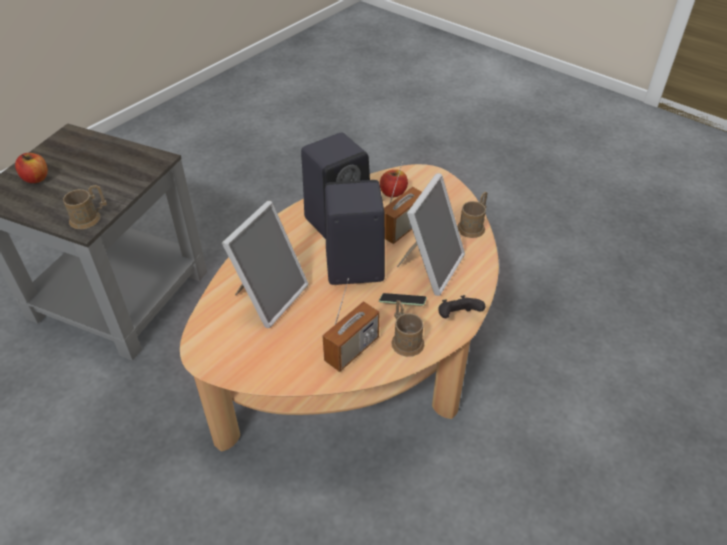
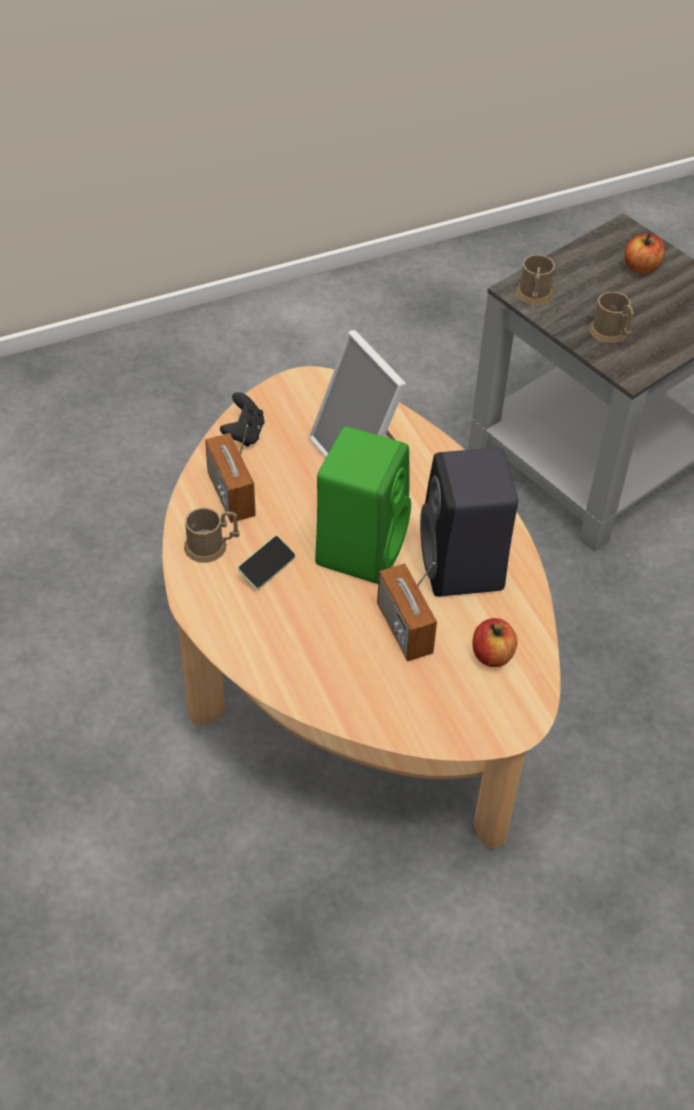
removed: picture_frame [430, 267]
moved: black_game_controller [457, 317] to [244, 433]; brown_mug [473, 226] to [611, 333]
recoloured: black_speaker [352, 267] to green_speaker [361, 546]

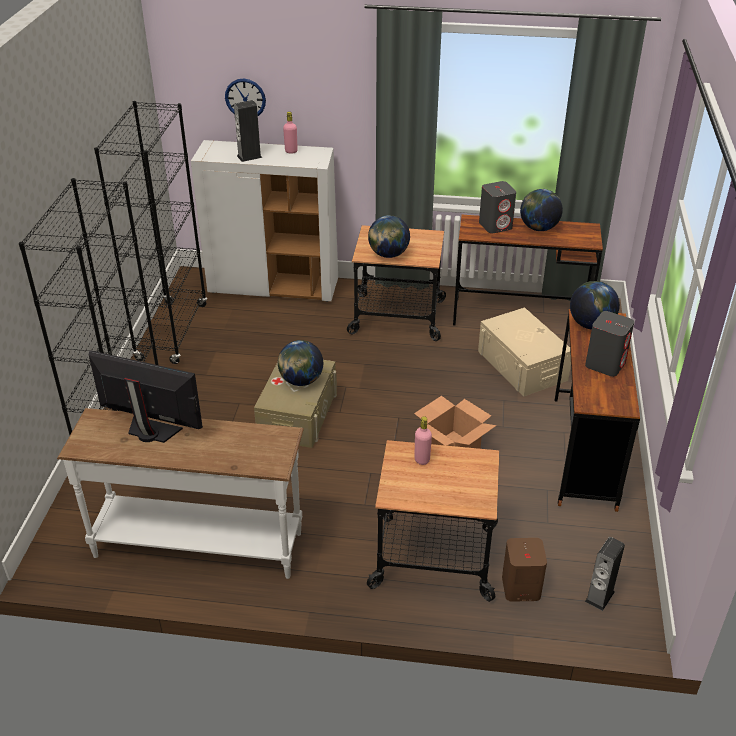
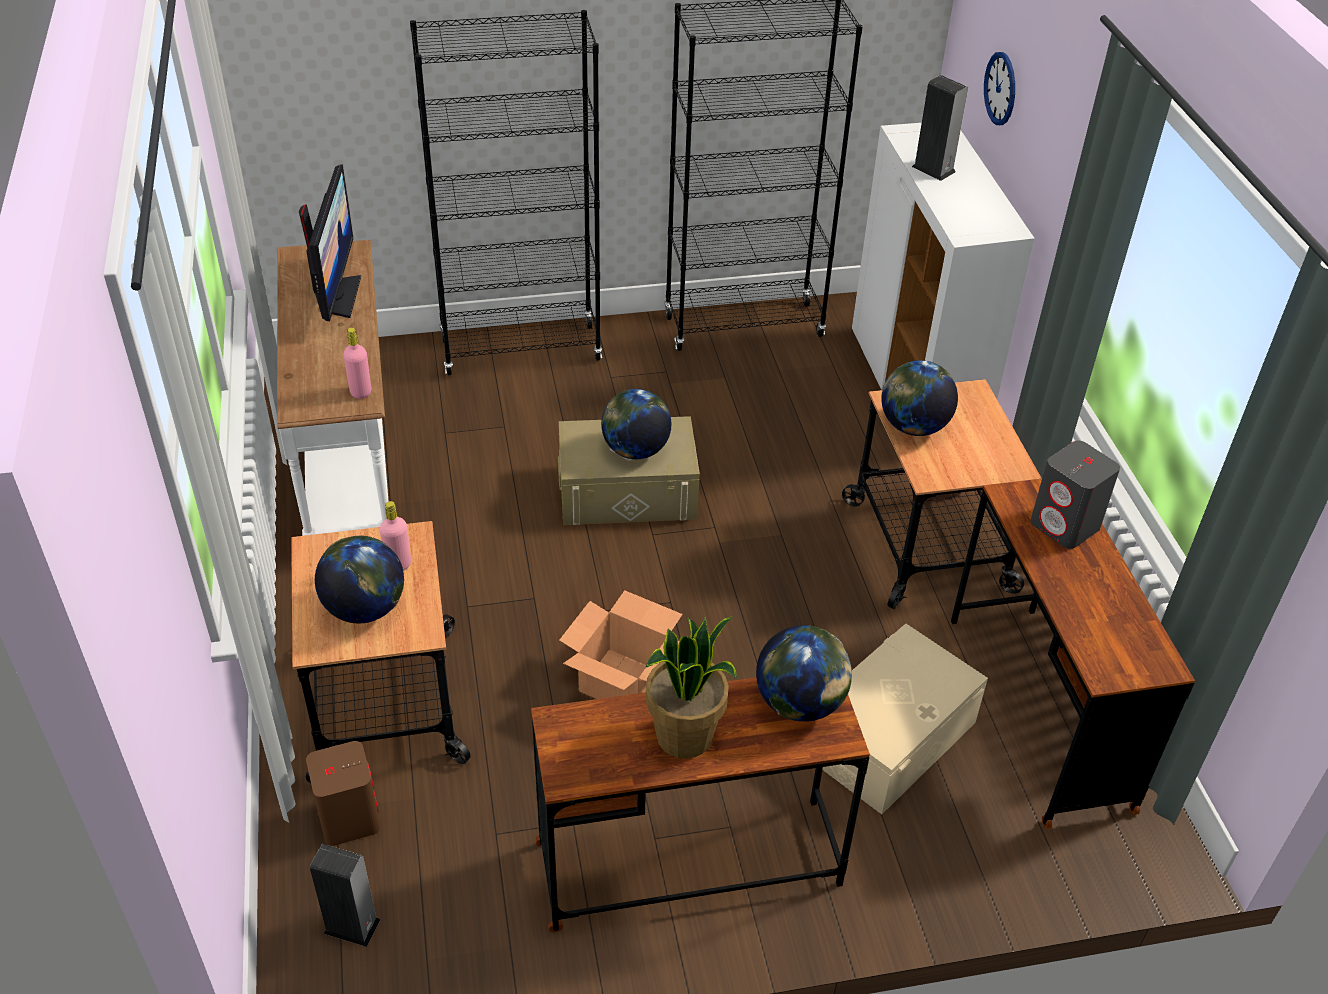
moved: pink_bottle [291, 151] to [361, 392]; globe [538, 228] to [365, 609]
replaced: grey_speaker [605, 364] to potted_plant [685, 737]

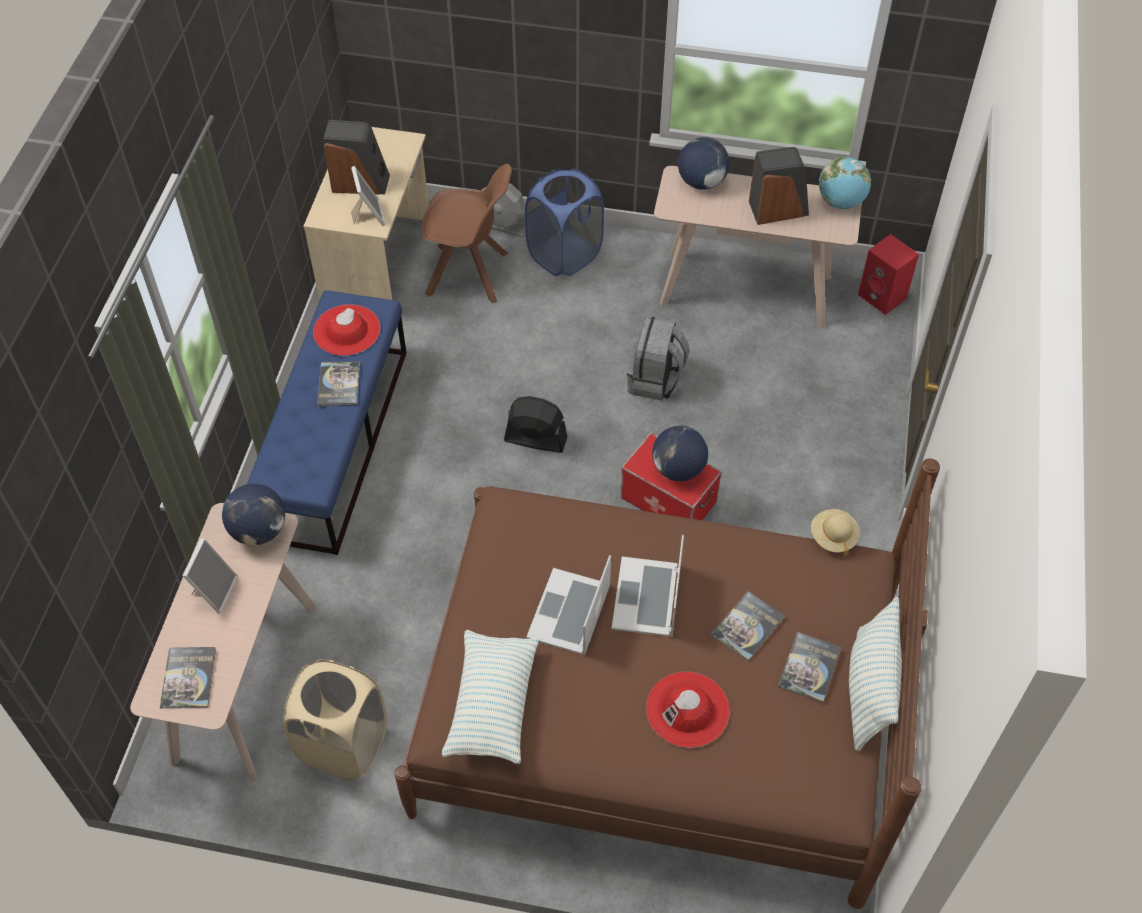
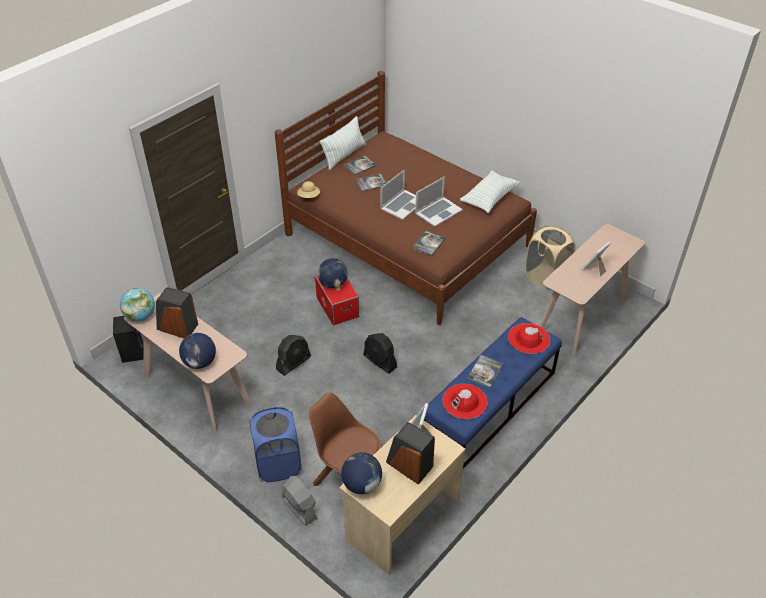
moved: book [188, 678] to [428, 243]; globe [259, 531] to [361, 484]; red_hat [687, 709] to [528, 338]
replaced: grey_backpack [655, 380] to black_fan [293, 363]
recoloured: red_speaker [883, 297] to black_speaker [132, 352]

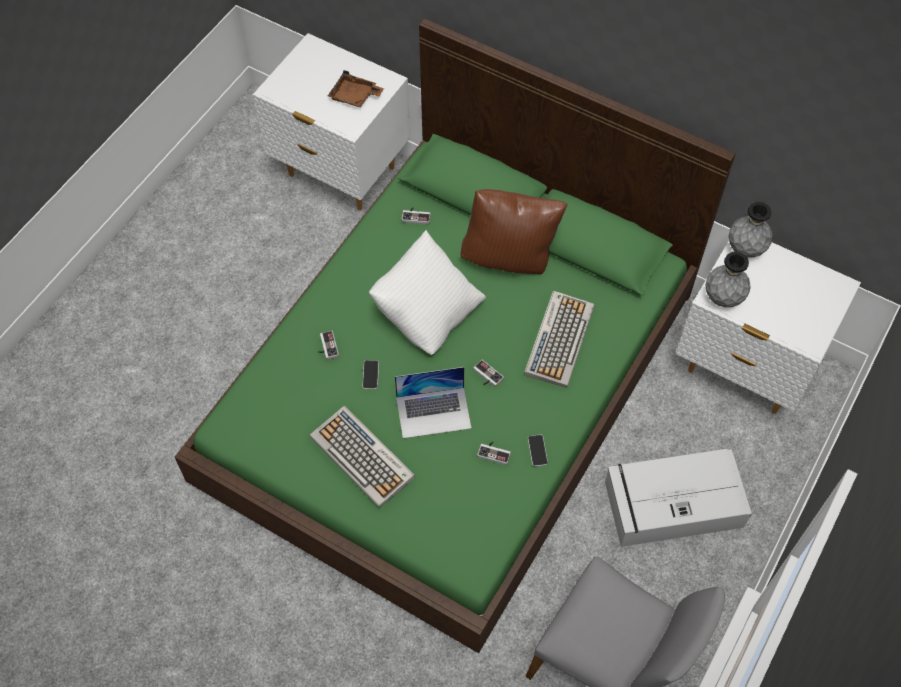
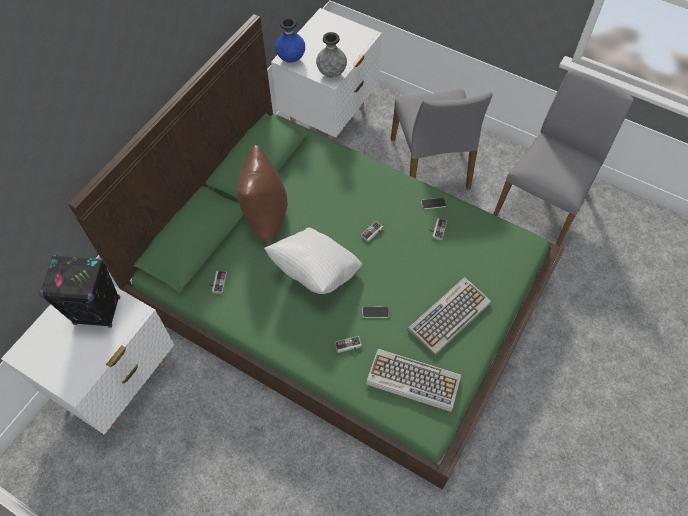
removed: laptop [434, 412]
moved: keyboard [559, 339] to [412, 380]
replaced: brown_tray [354, 96] to black_speaker [98, 311]; grey_storage_box [671, 505] to grey_chair [431, 164]
recoloured: grey_vase [745, 249] to blue_vase [291, 59]

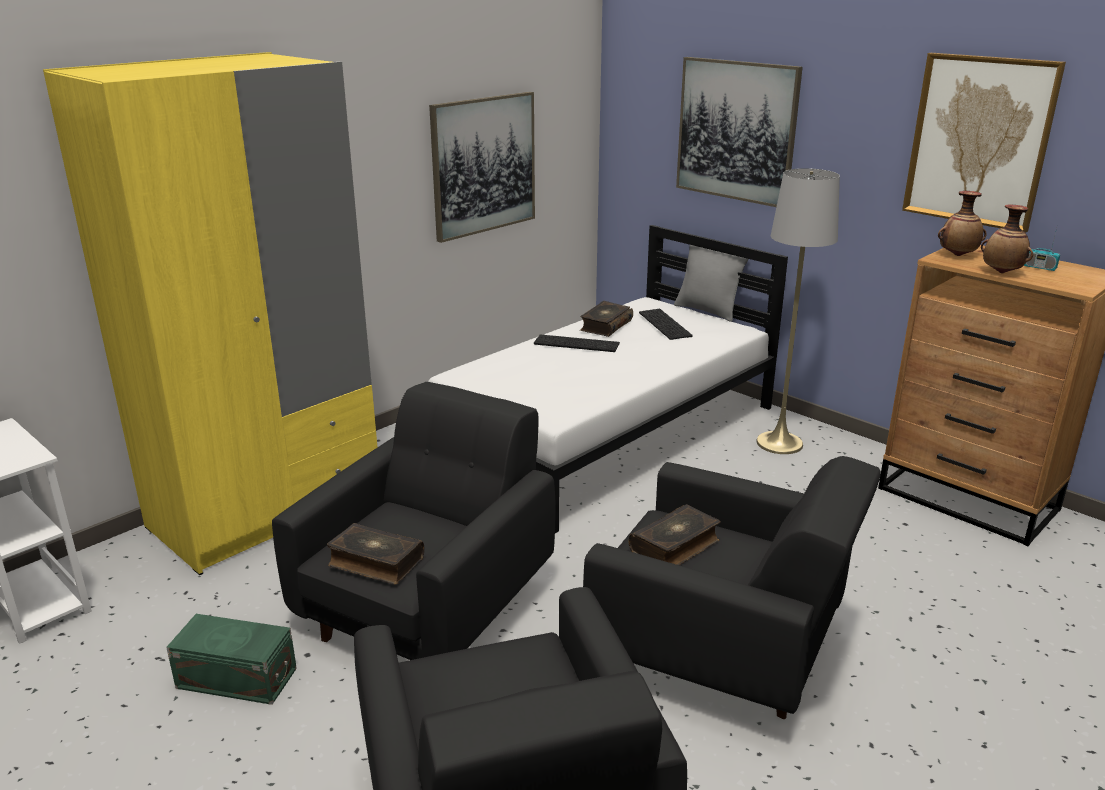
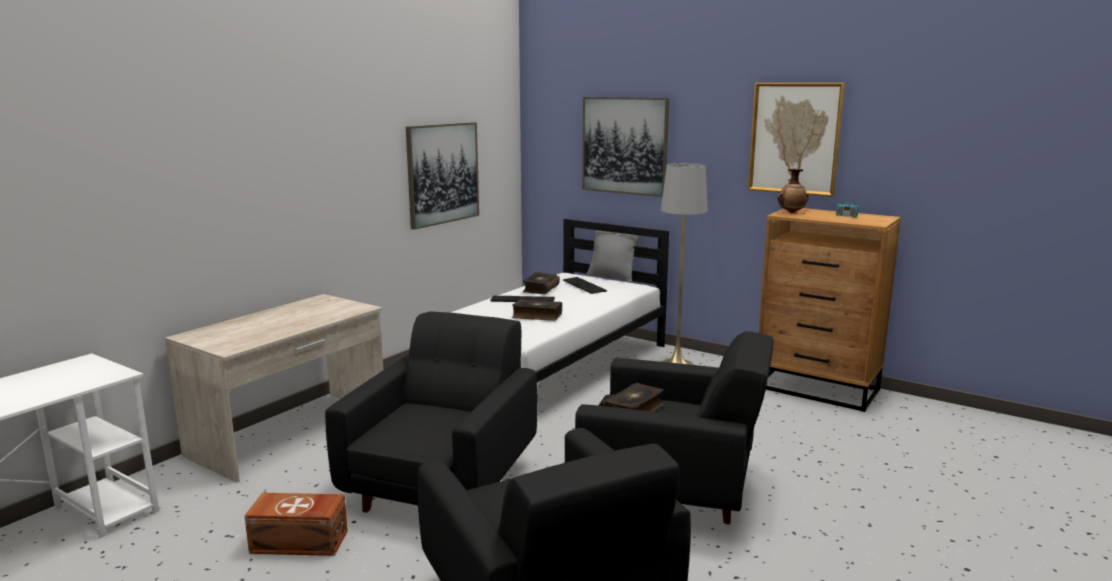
removed: vase [1002, 272]
moved: book [375, 562] to [537, 316]
replaced: yellow_wardrobe [267, 509] to beige_desk [291, 433]
recoloured: green_storage_box [237, 679] to brown_storage_box [300, 542]

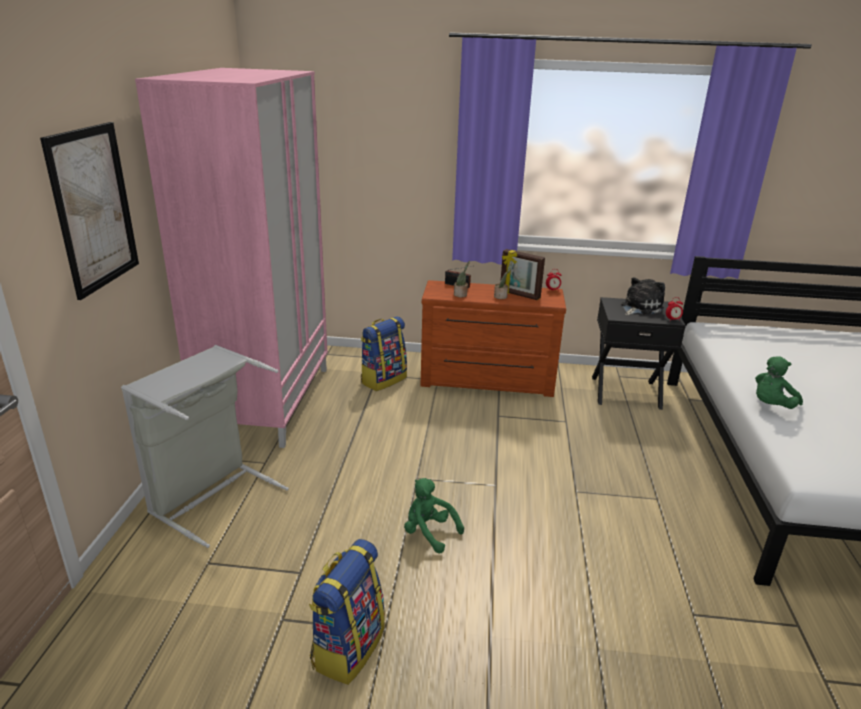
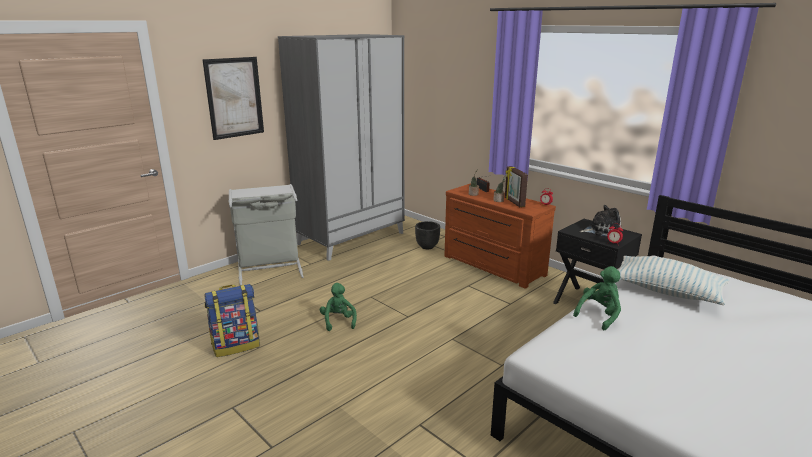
added: pillow [666, 291]
replaced: backpack [383, 380] to black_planter [427, 246]
recoloured: pink_wardrobe [267, 401] to grey_wardrobe [351, 238]
turned: green_plush_toy [771, 406] = [599, 315] 135 degrees clockwise

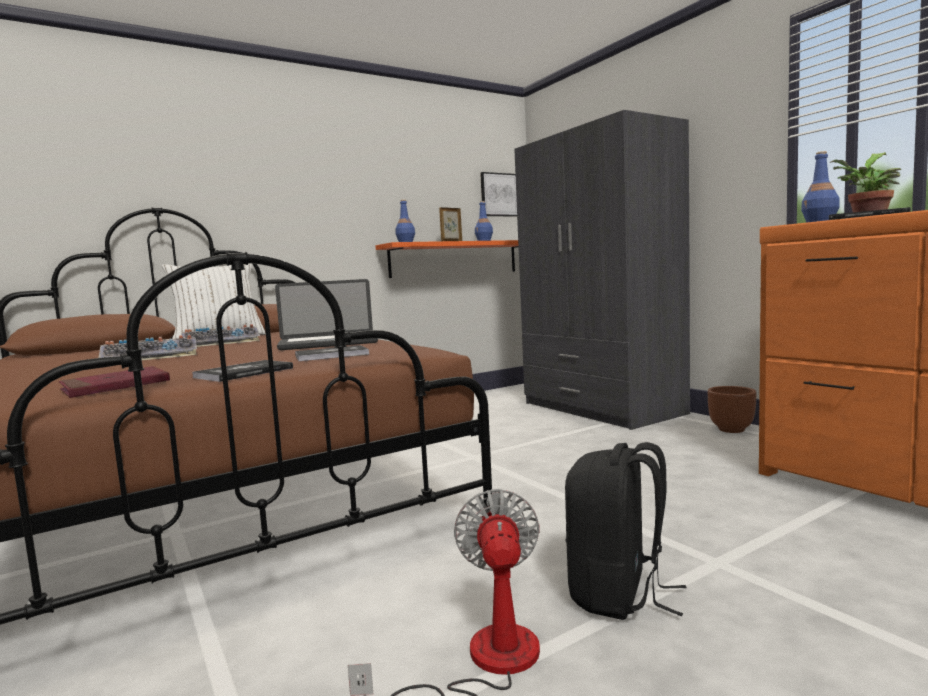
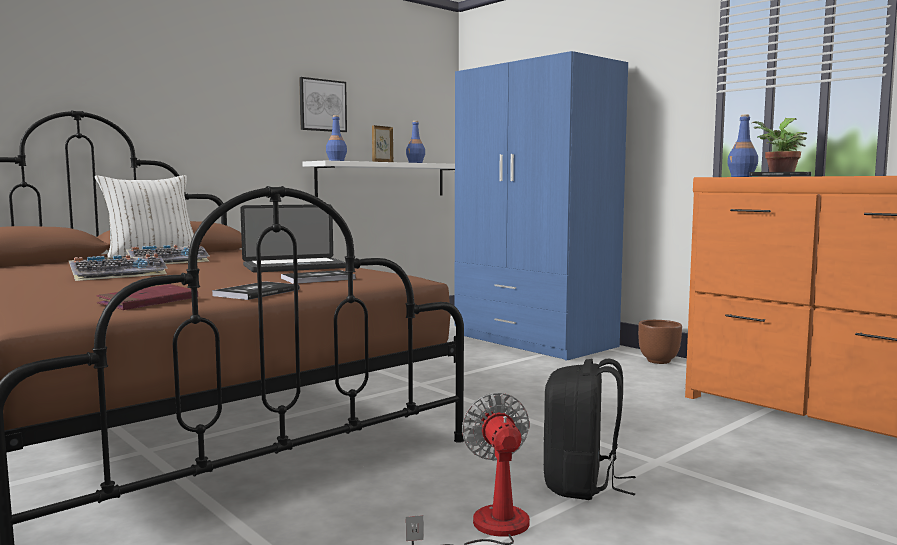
moved: picture [499, 195] to [322, 105]
recoloured: orange_shelf [455, 259] to white_shelf [382, 179]; grey_wardrobe [601, 408] to blue_wardrobe [533, 341]

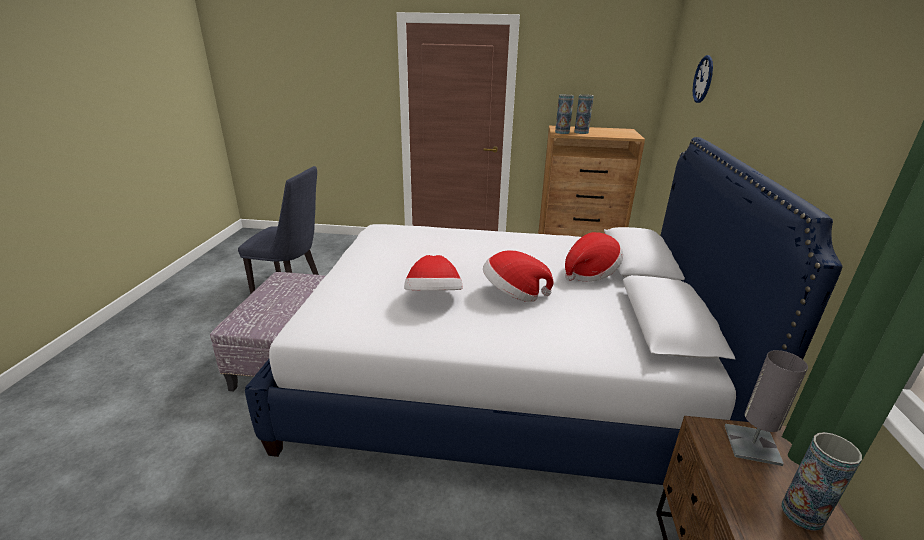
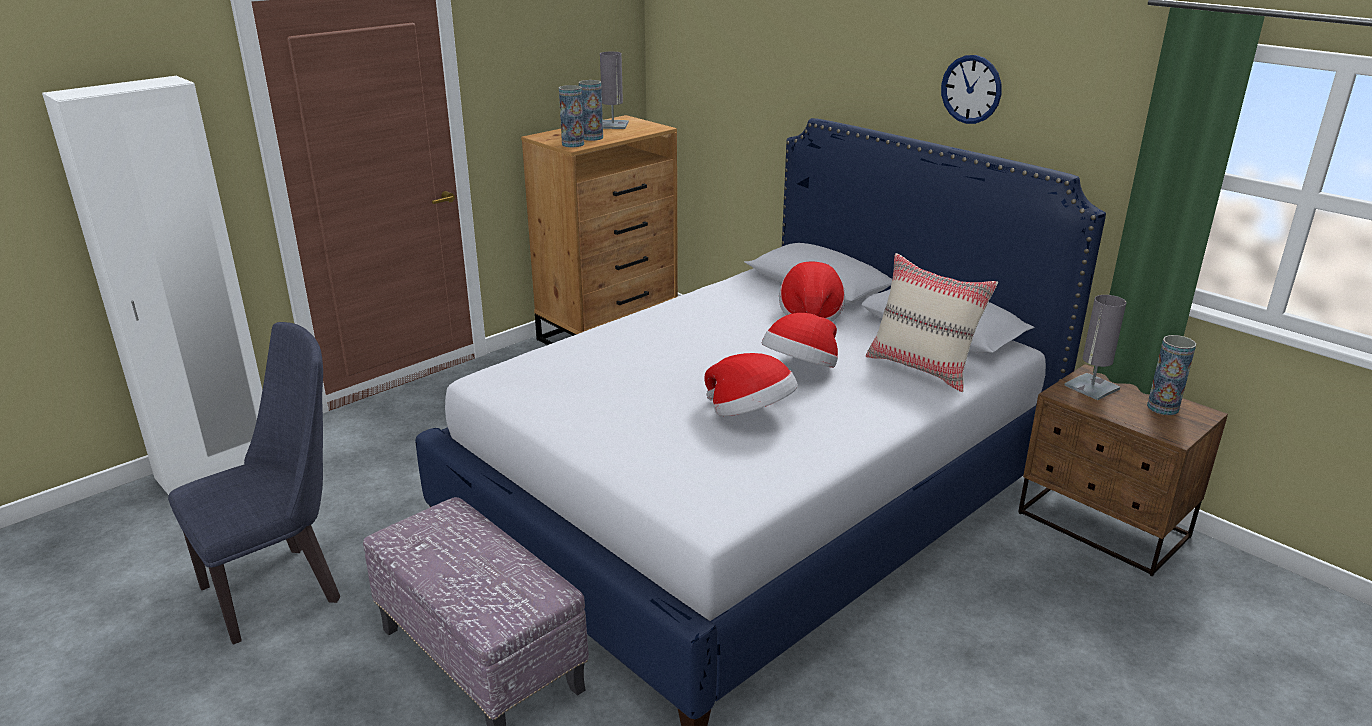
added: white_wardrobe [217, 467]; grey_table_lamp [613, 125]; beige_pillow [922, 368]
moved: wall_clock [703, 79] to [971, 89]

